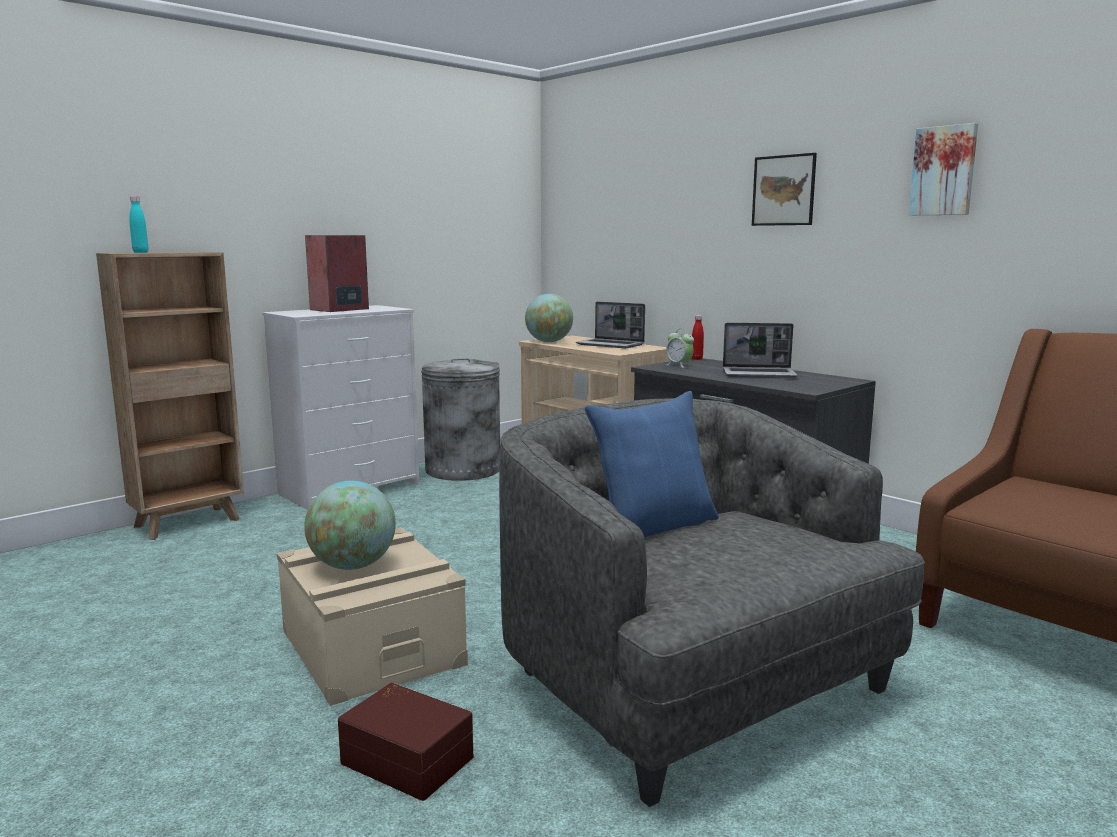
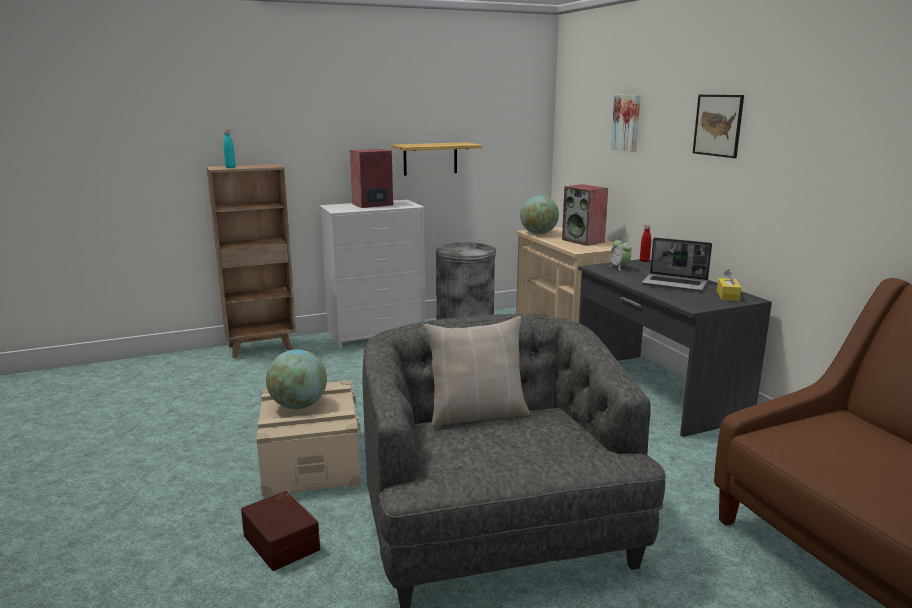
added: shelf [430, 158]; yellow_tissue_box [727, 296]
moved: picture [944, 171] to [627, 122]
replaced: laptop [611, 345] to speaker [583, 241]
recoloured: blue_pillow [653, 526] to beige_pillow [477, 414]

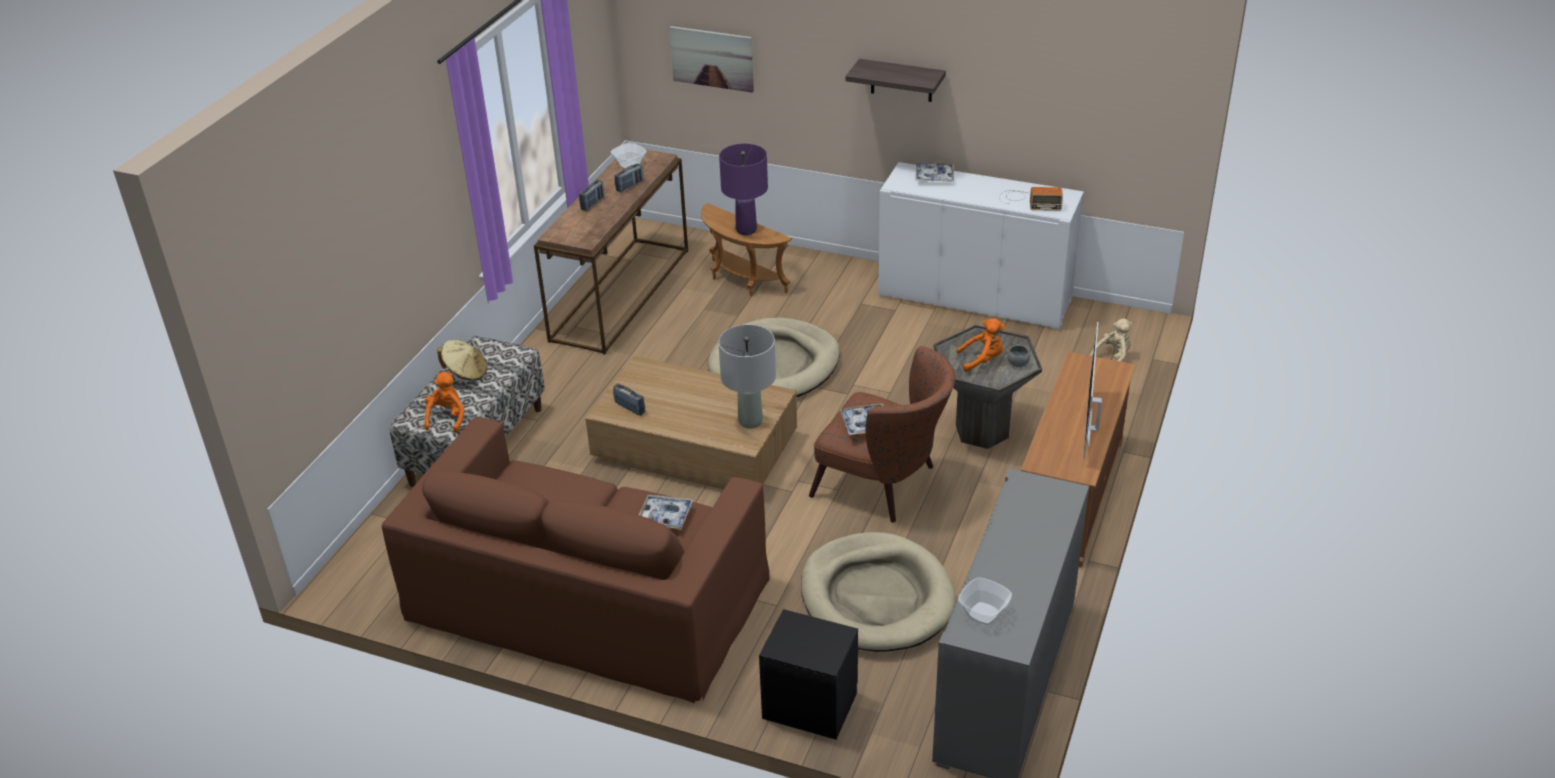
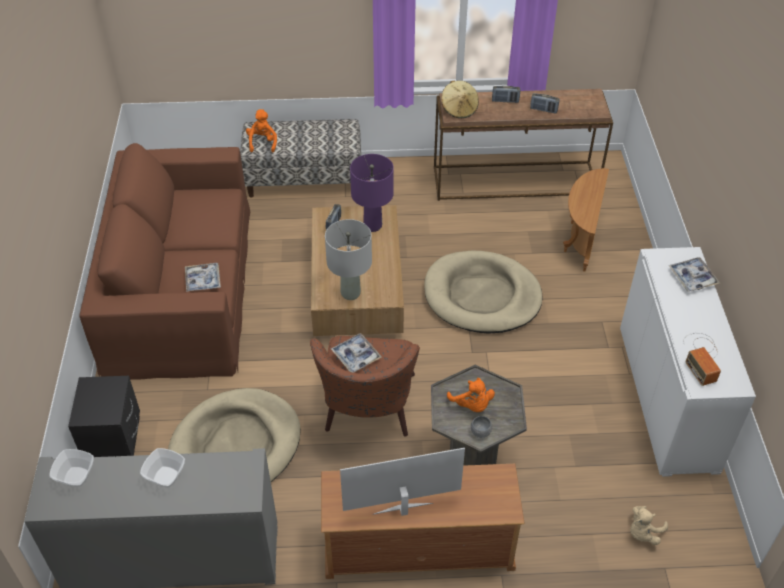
removed: picture [712, 58]; shelf [901, 80]
moved: beige_hat [466, 373] to [459, 109]; bowl [629, 165] to [166, 476]; purple_table_lamp [746, 230] to [372, 226]
turned: orange_plush_toy [447, 418] = [262, 142] 75 degrees counterclockwise; beige_plush_toy [1112, 358] = [643, 532] 105 degrees clockwise

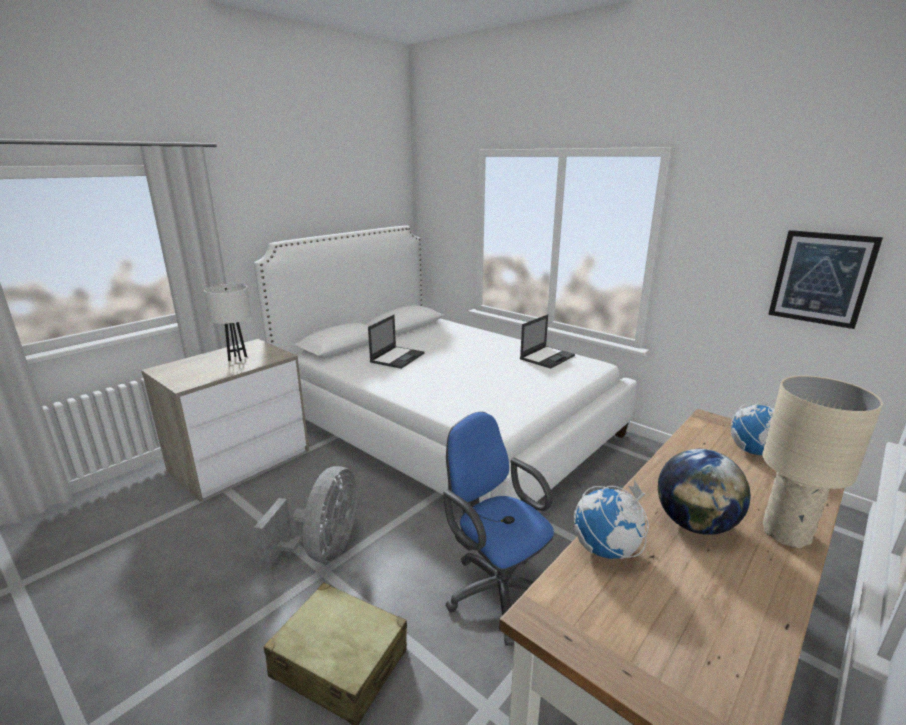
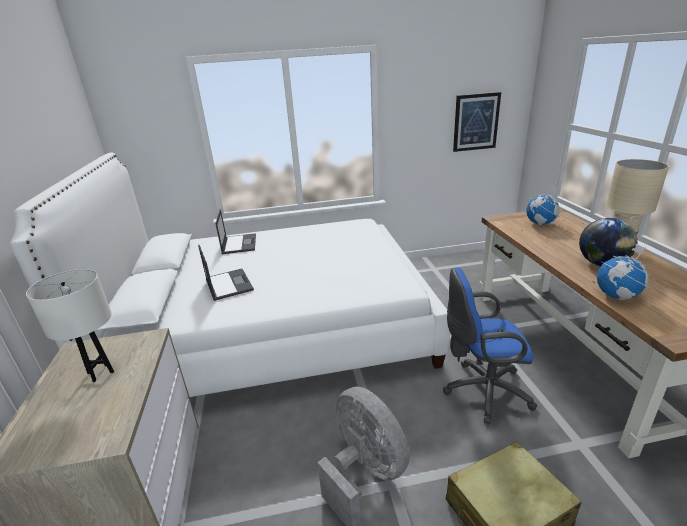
moved: laptop [547, 357] to [239, 244]

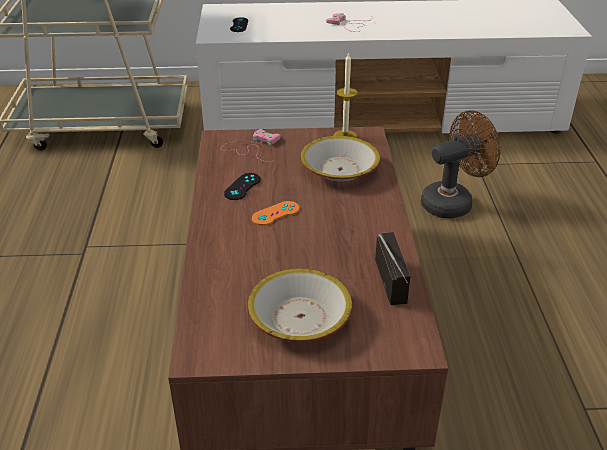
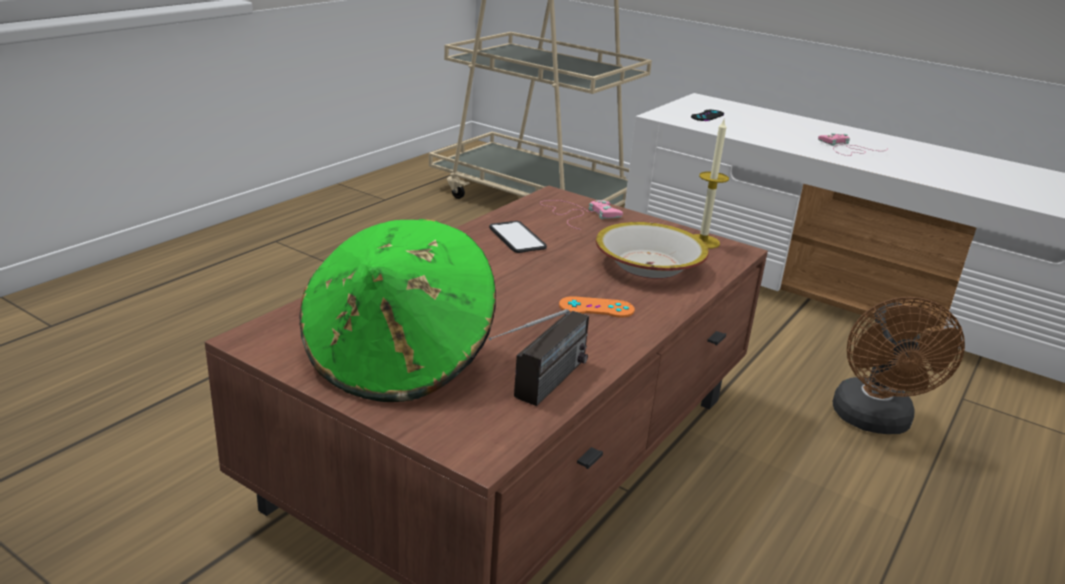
moved: orange_game_controller [275, 213] to [596, 308]
replaced: black_game_controller [242, 186] to phone [517, 238]; bowl [300, 317] to green_hat [399, 359]
turned: brown_fan [453, 202] = [874, 422] 90 degrees clockwise

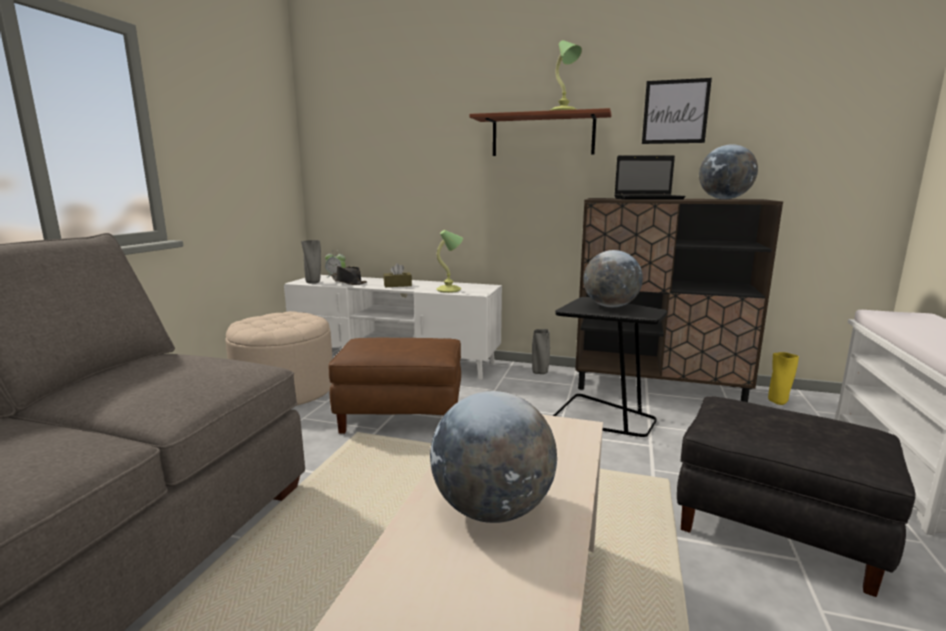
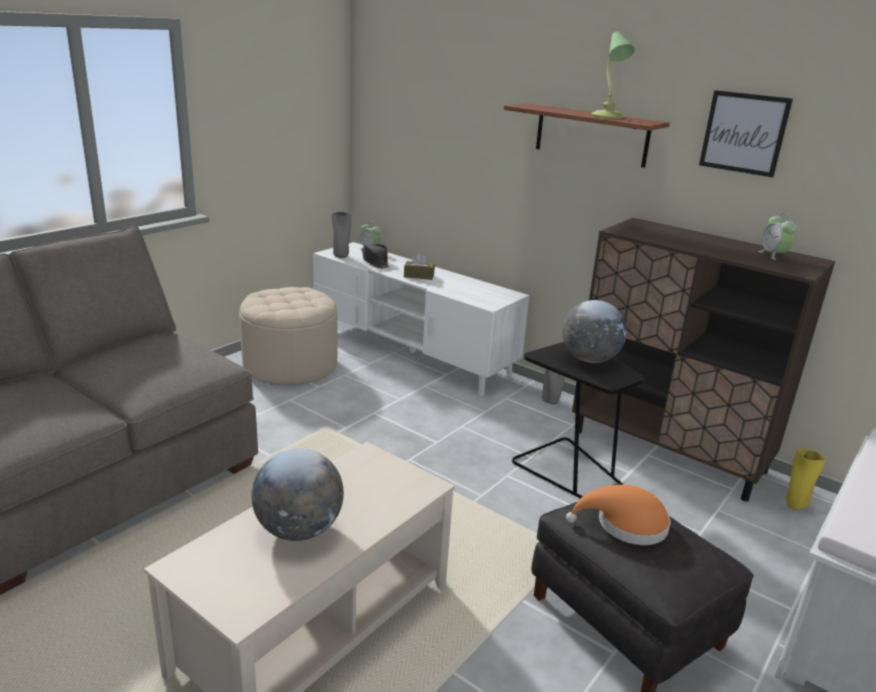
removed: brown_ottoman [402, 415]; table_lamp [449, 290]; laptop [649, 199]
added: orange_hat [625, 525]
replaced: globe [724, 199] to alarm_clock [773, 255]

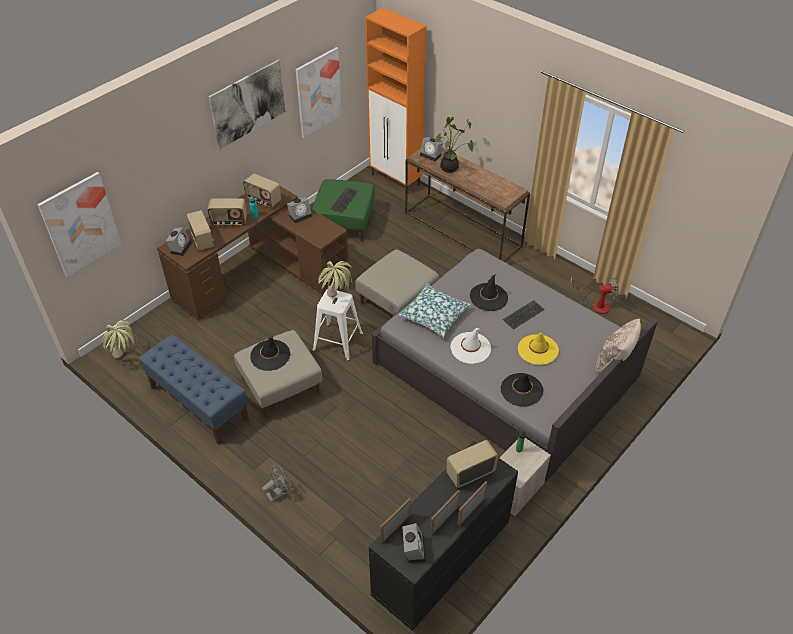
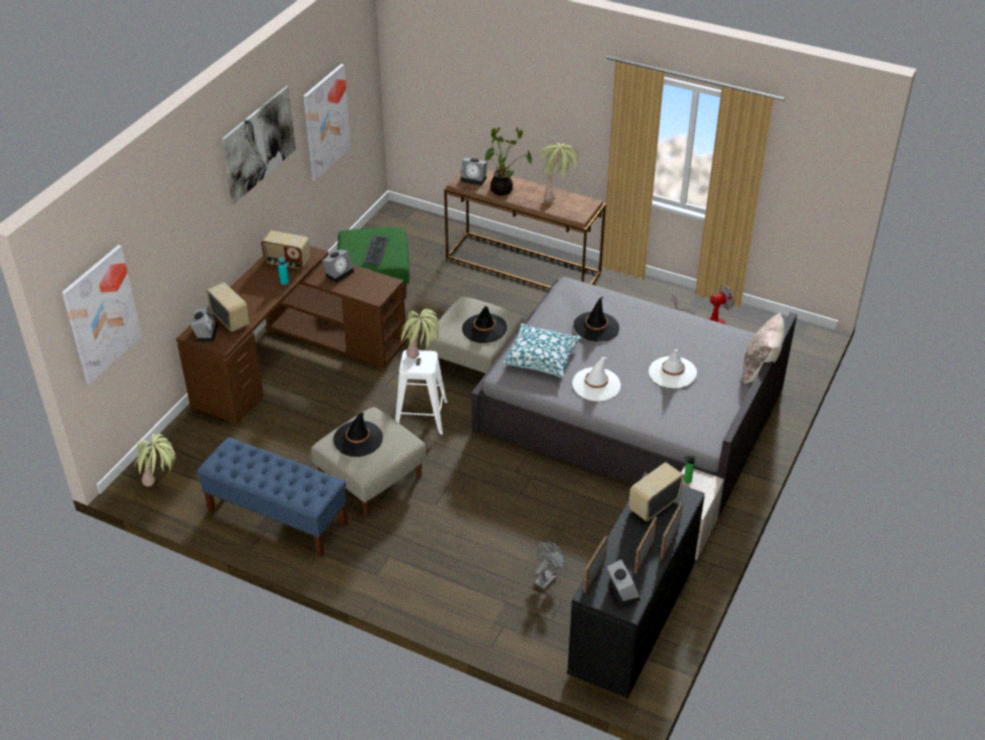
removed: radio [229, 222]; orange_cabinet [396, 180]; keyboard [523, 315]
added: potted_plant [557, 194]
moved: grey_fan [279, 493] to [548, 577]; black_hat [521, 390] to [484, 328]
recoloured: yellow_hat [538, 350] to white_hat [672, 372]

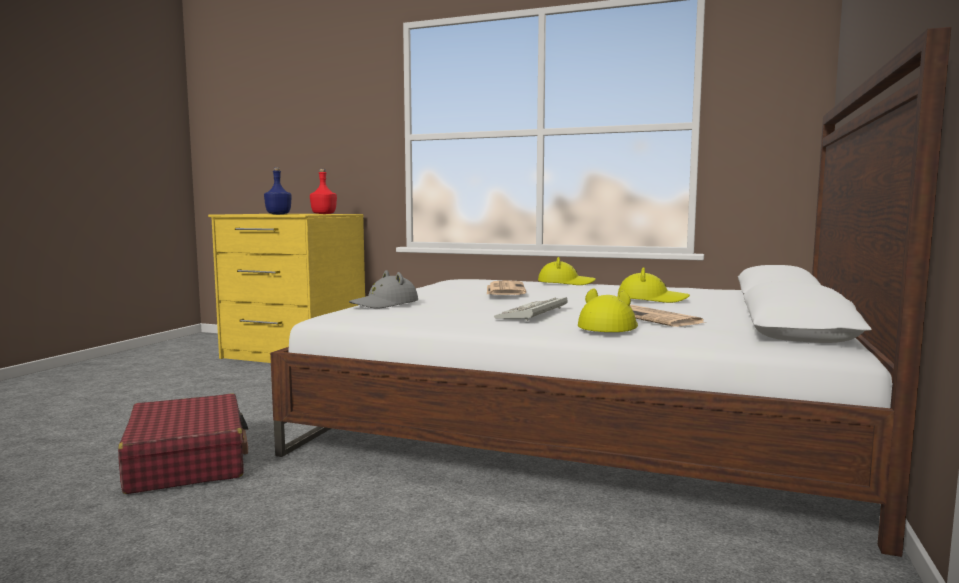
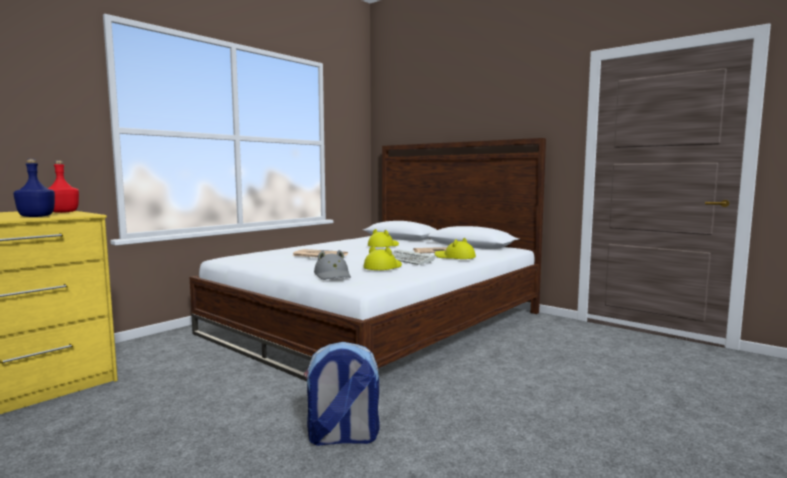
moved: yellow_hat [565, 283] to [383, 267]
replaced: red_suitcase [187, 461] to backpack [342, 438]

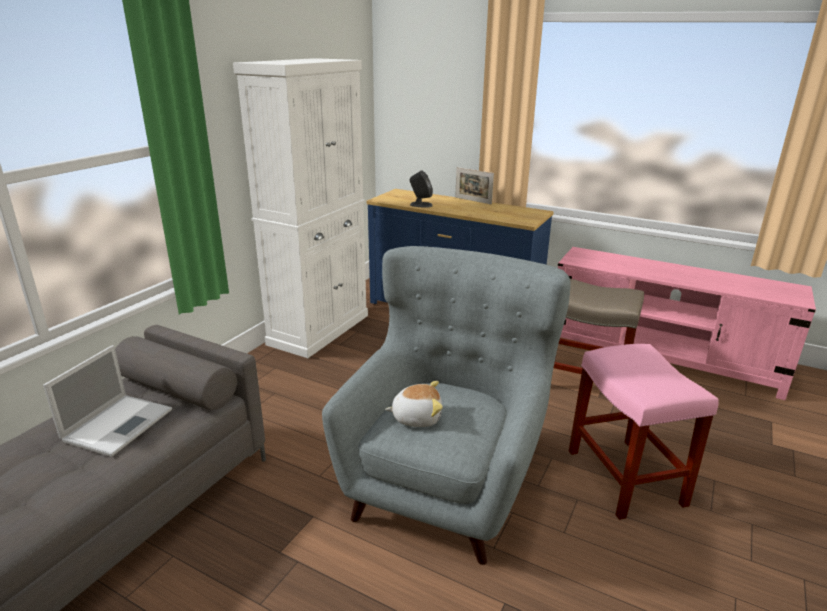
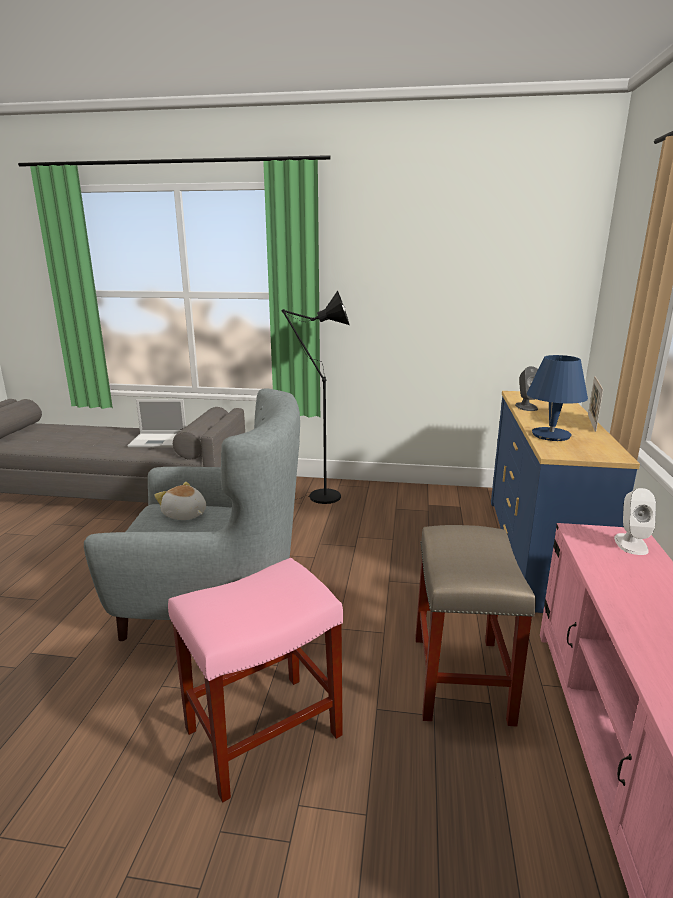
removed: white_cabinet [319, 329]
added: black_floor_lamp [318, 497]; blue_table_lamp [551, 435]; white_speaker [631, 544]
turned: plush_toy [416, 417] = [184, 515] 150 degrees clockwise

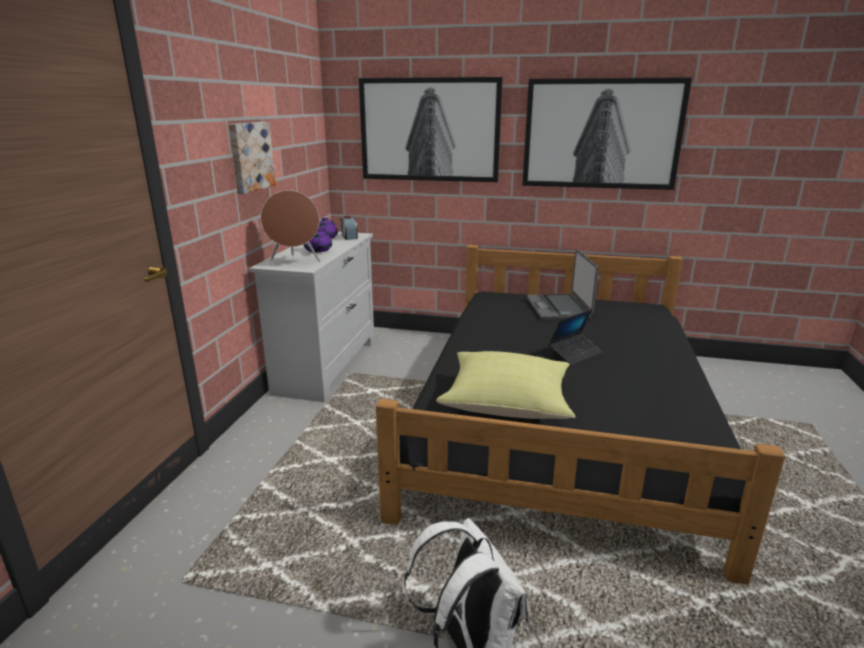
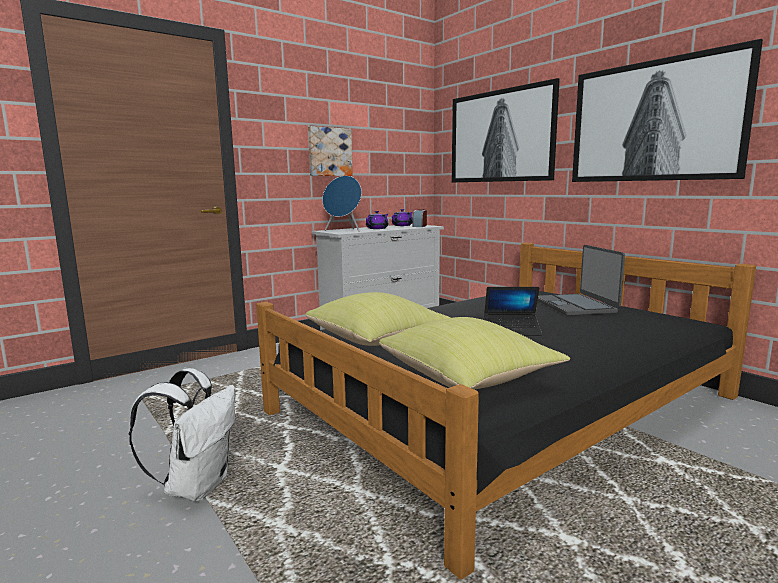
added: yellow_pillow [469, 379]
recoloured: brown_speaker [294, 262] to blue_speaker [344, 231]
turned: laptop [559, 308] = [575, 306] 45 degrees counterclockwise

